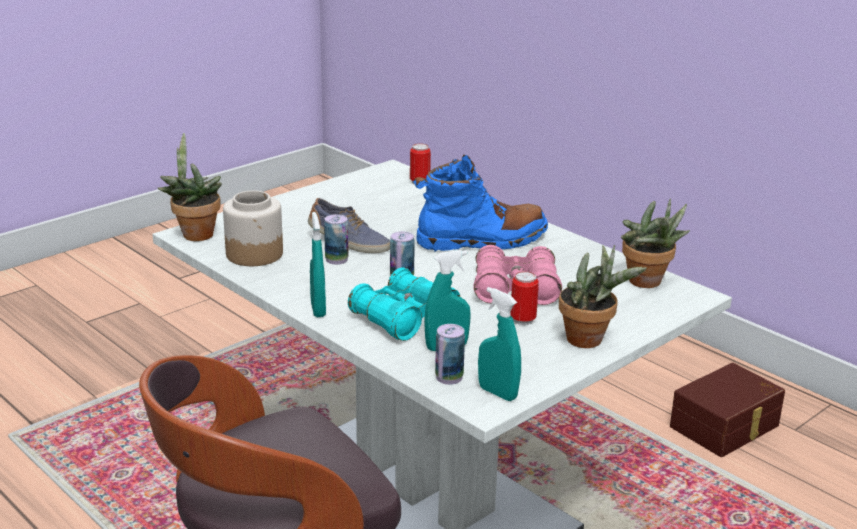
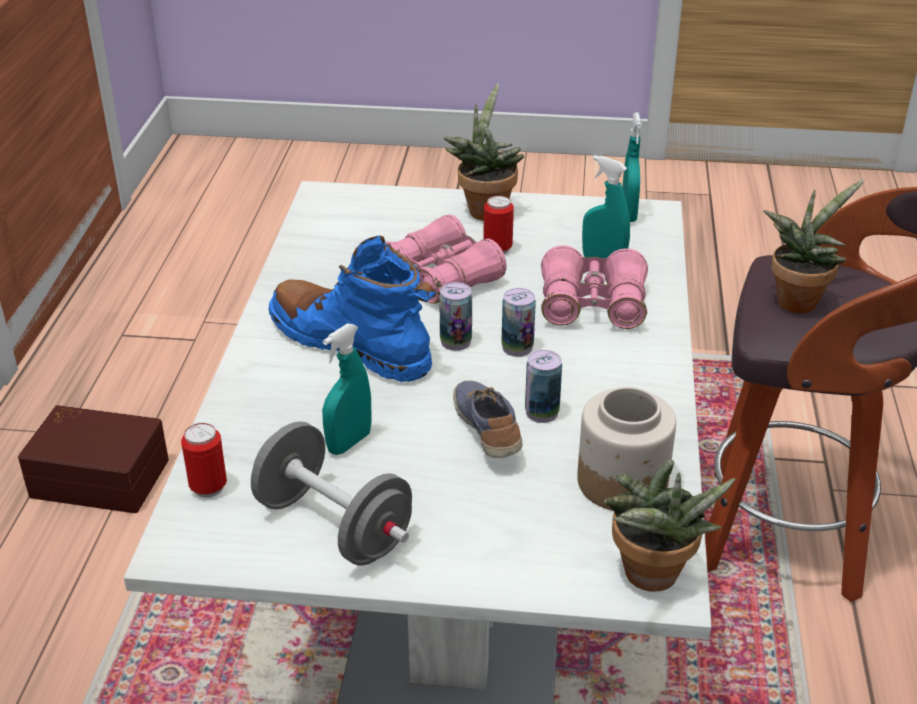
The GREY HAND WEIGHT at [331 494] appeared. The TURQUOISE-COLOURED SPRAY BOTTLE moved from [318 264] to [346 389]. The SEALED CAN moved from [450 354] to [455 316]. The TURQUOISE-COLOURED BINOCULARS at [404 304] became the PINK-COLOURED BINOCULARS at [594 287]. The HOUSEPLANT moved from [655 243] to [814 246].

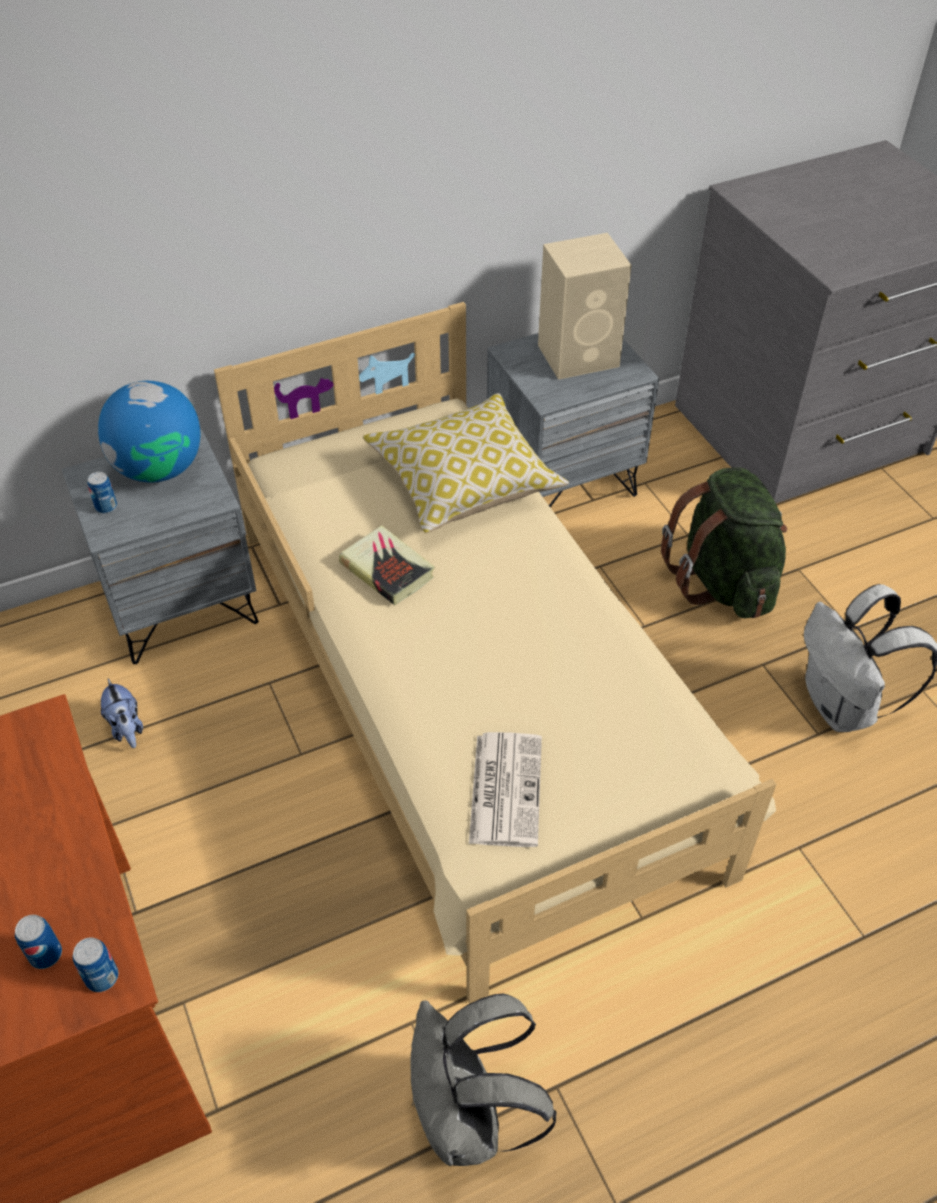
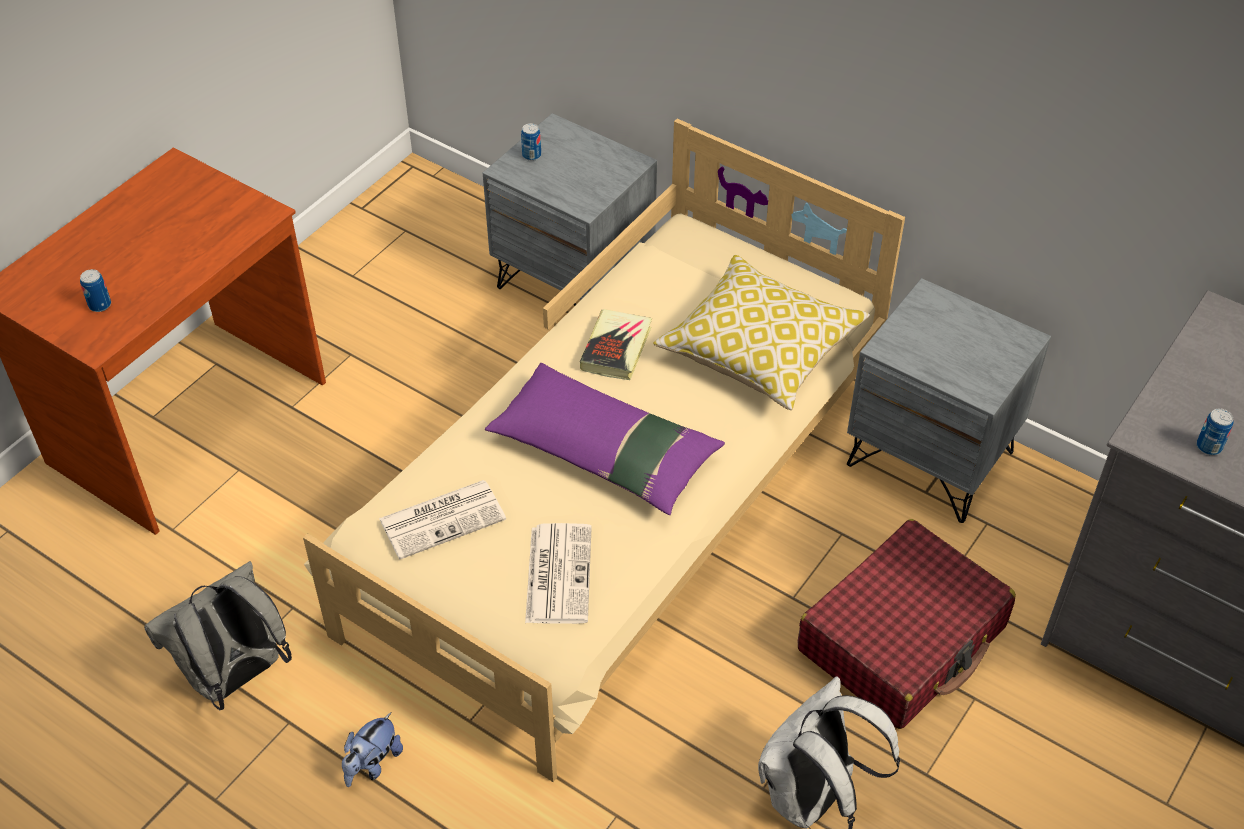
The SOFT TOY moved from [122 713] to [372 749]. The PURPLE-COLOURED CUSHION at [605 439] appeared. The DAILY PAPER at [558 573] appeared. The GREENISH BACKPACK at [724 543] was replaced by the RED-COLOURED SUITCASE at [907 624]. The SEALED CAN moved from [95 964] to [1215 431]. The GLOBE at [149 432] disappeared. The BEIGE-COLOURED AUDIO SPEAKER at [585 306] disappeared.

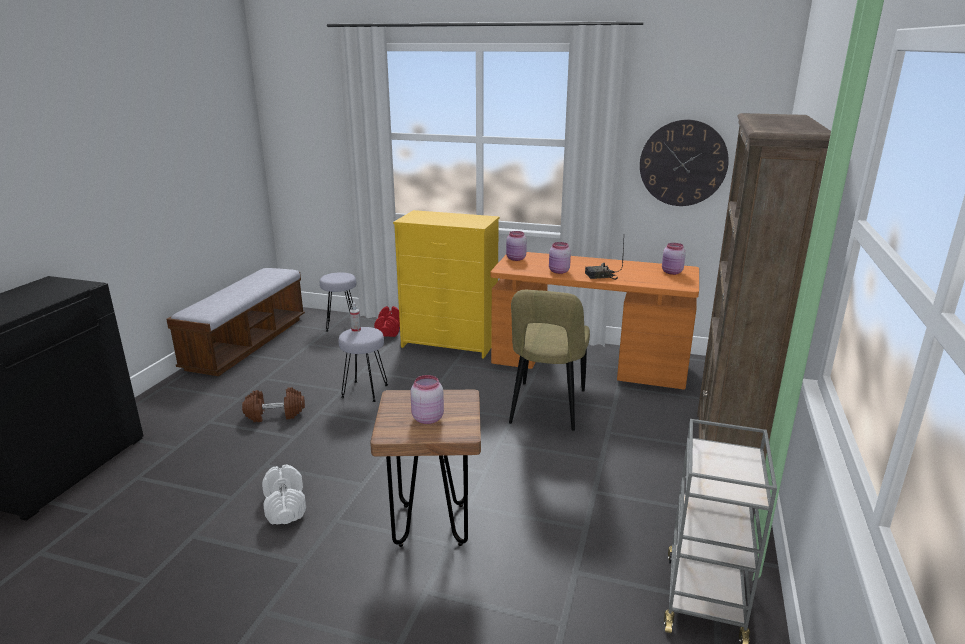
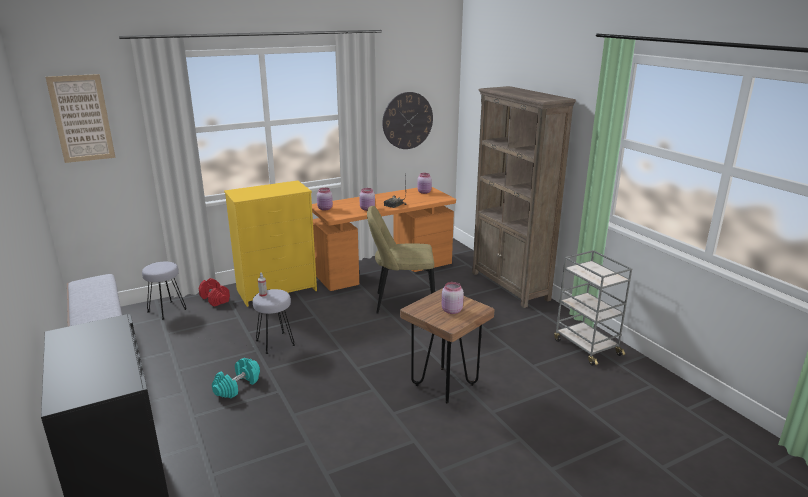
The PICTURE at [81 118] appeared. The BROWN HAND WEIGHT at [273 404] became the TURQUOISE-COLOURED HAND WEIGHT at [236 378]. The BEIGE-COLOURED UPRIGHT CHAIR at [549 360] turned 120 degrees clockwise. The WHITE-COLOURED HAND WEIGHT at [284 495] disappeared.

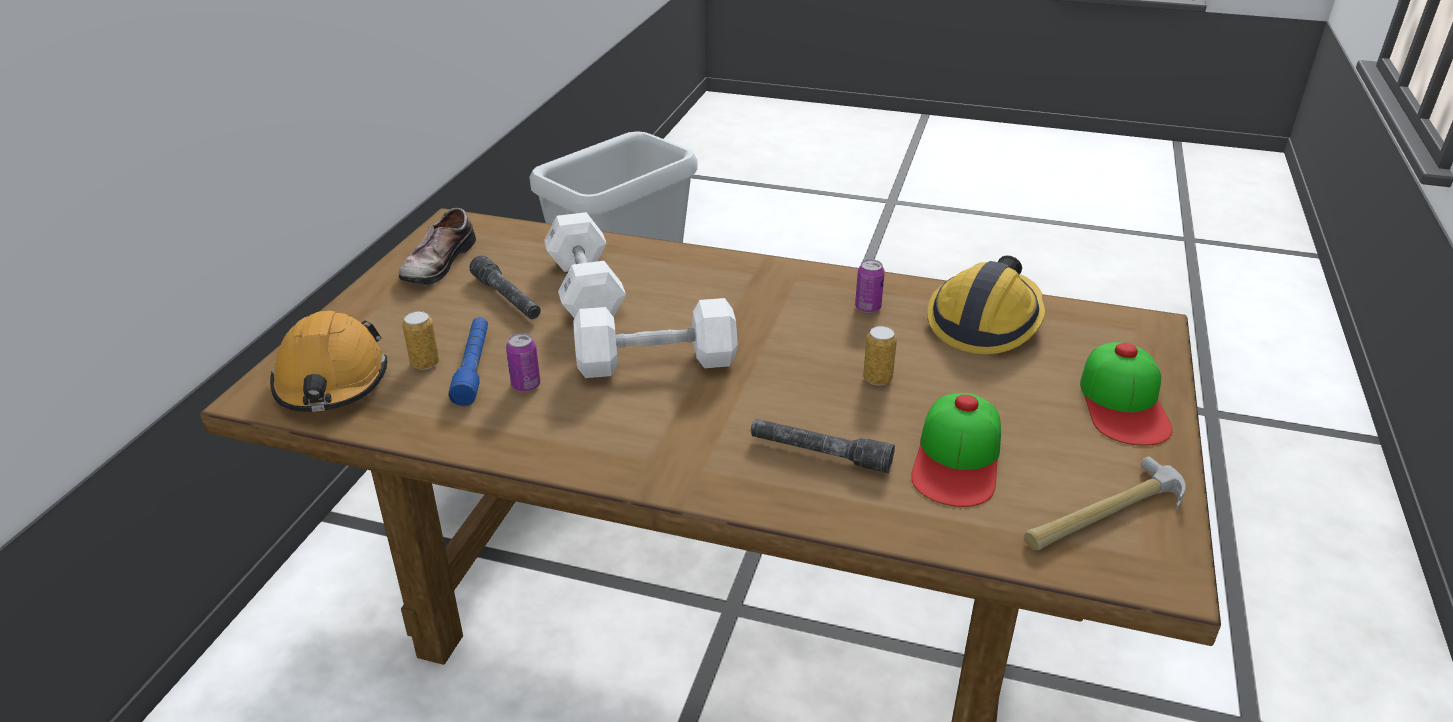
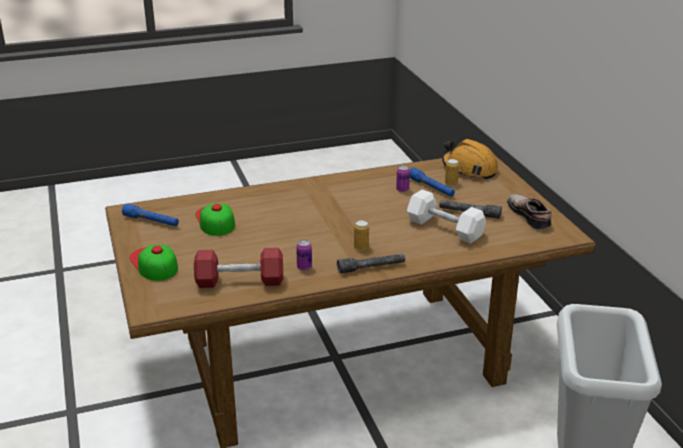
The TOOL HAMMER at [1105 503] was replaced by the BLUE-COLOURED HAND TORCH at [150 214]. The WORK HELMET at [986 304] was replaced by the RED-COLOURED HAND WEIGHT at [238 268]. The GREY HAND TORCH moved from [823 446] to [371 264]. The SEALED CAN moved from [880 355] to [361 235]. The WHITE-COLOURED HAND WEIGHT at [655 338] disappeared.

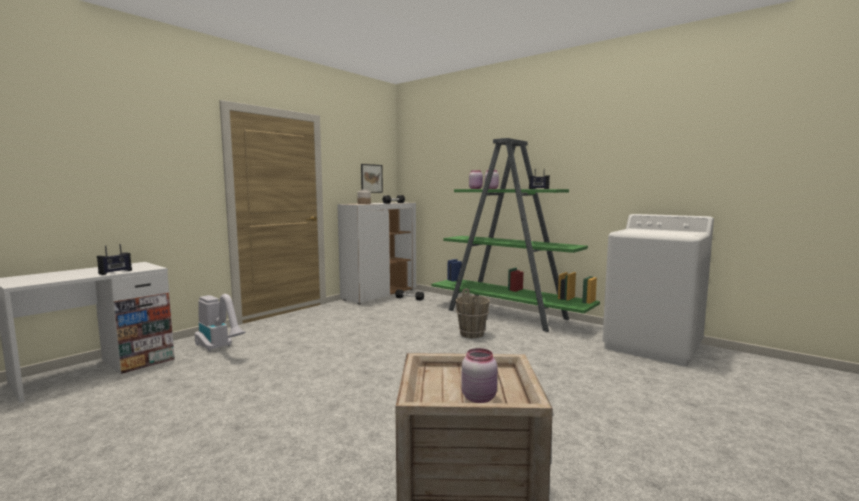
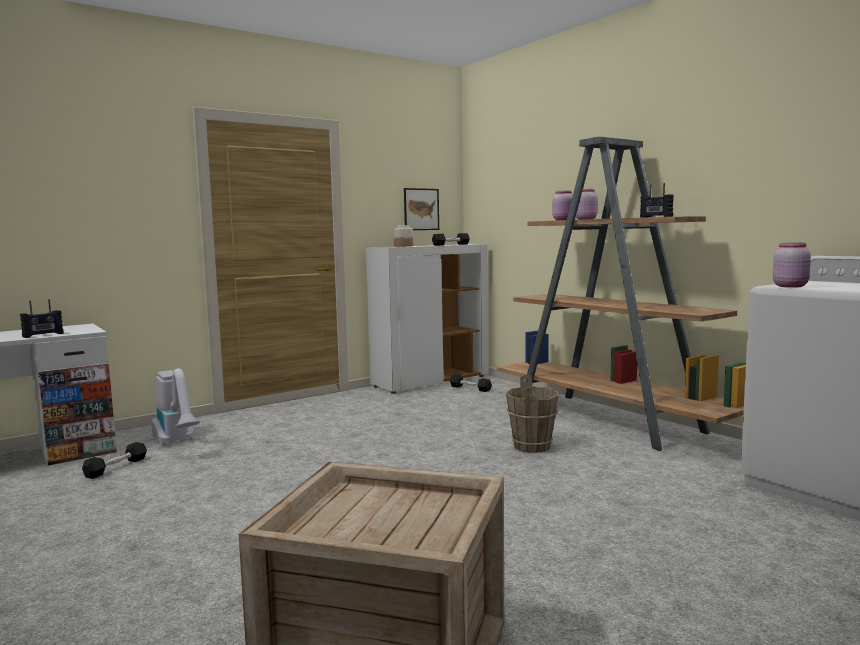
The BLACK HAND WEIGHT at [114 460] appeared. The GREENISH BOOKSHELF at [516 235] became the BROWN BOOKSHELF at [621 293]. The PINK-COLOURED PRESERVE JAR moved from [479 375] to [792 265].

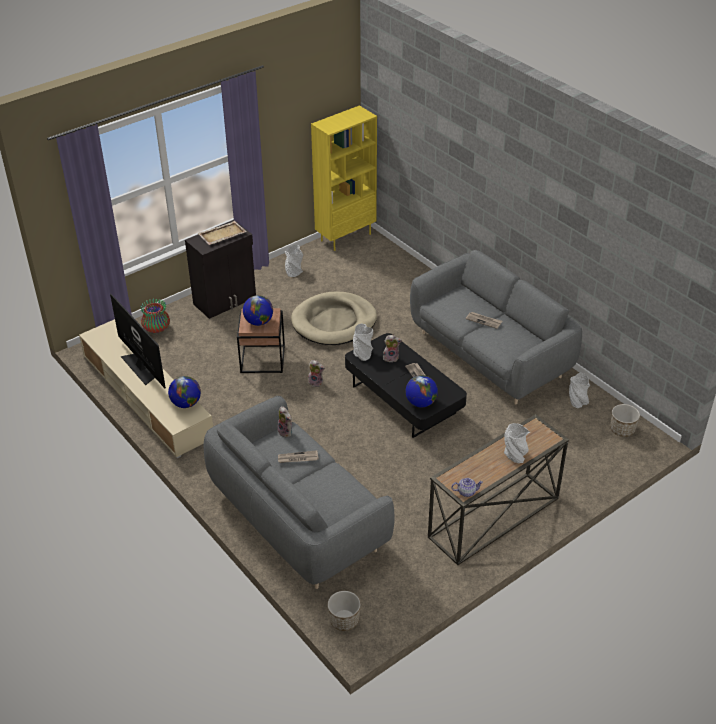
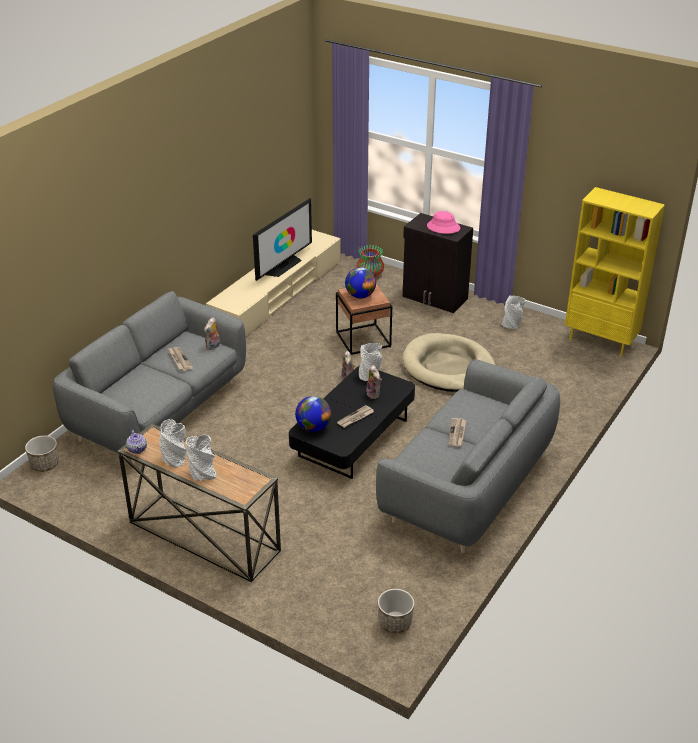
The GREY DECORATIVE VASE moved from [579 390] to [173 443]. The BEIGE-COLOURED SERVING TRAY at [222 233] was replaced by the PINK-COLOURED WEARABLE HAT at [443 222]. The GLOBE at [184 392] disappeared.

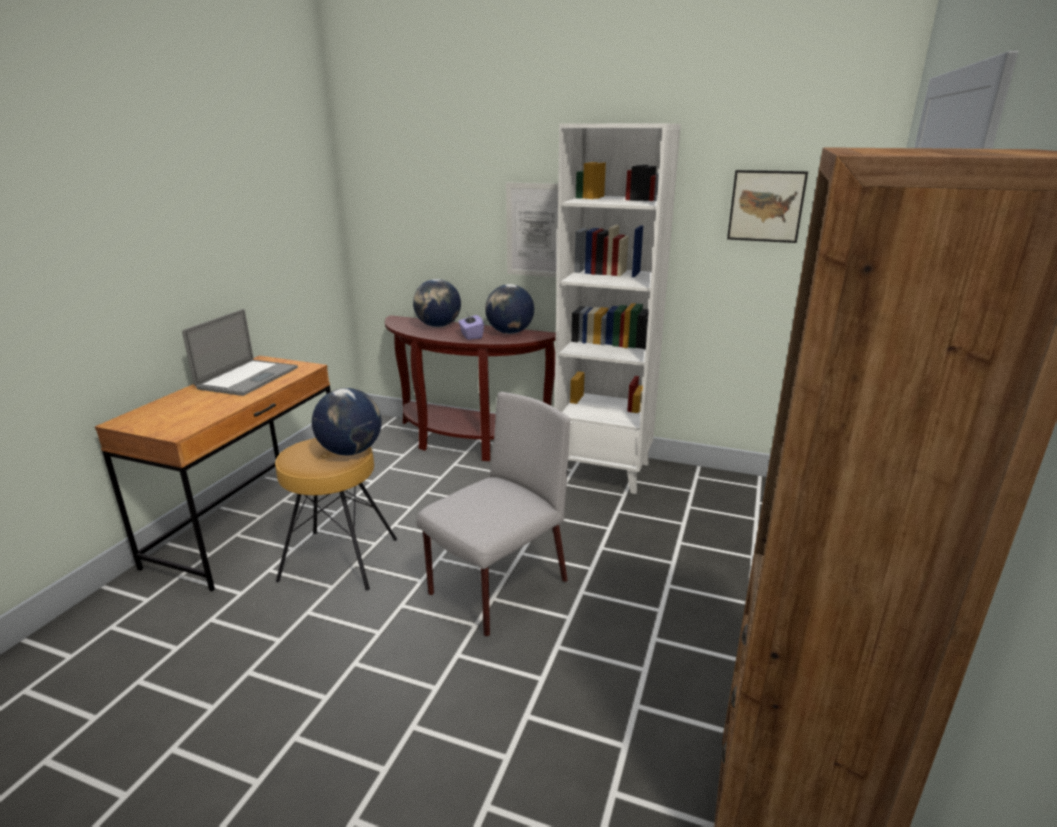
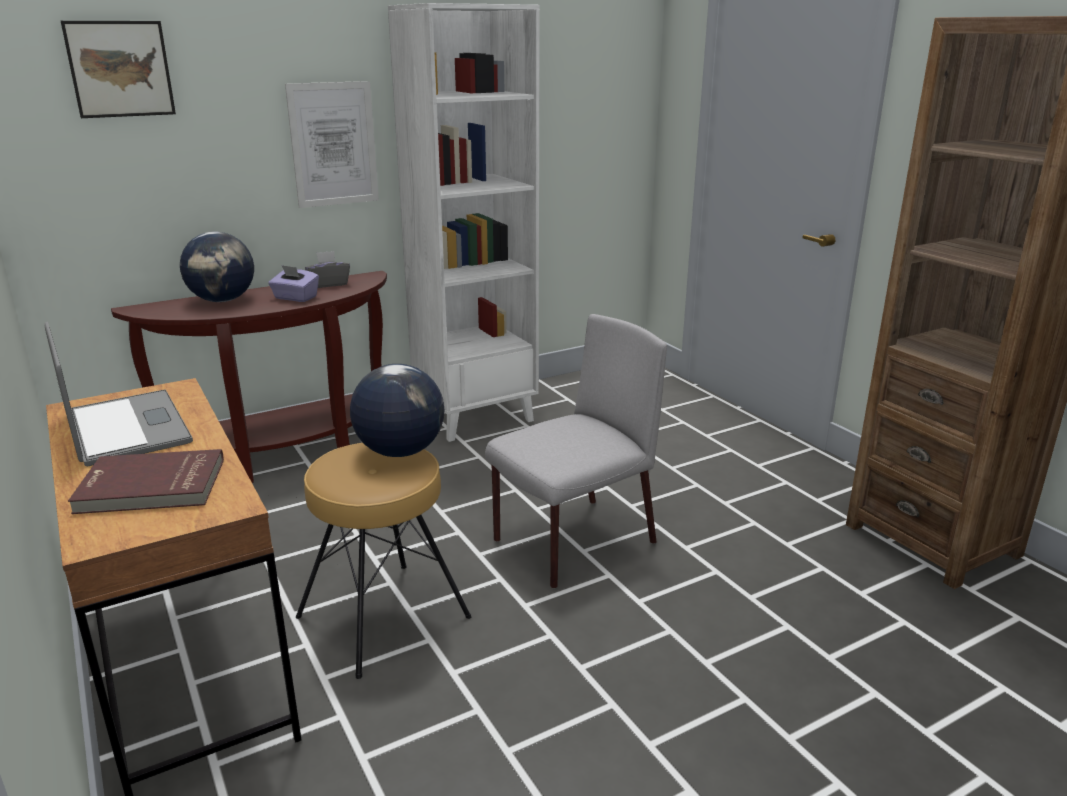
The PICTURE moved from [767 206] to [118 69]. The RED-COLOURED VOLUME at [146 481] appeared. The GLOBE at [509 309] was replaced by the GREY BOX OF TISSUES at [327 269]. The GREY UPRIGHT CHAIR at [493 514] turned 60 degrees clockwise.

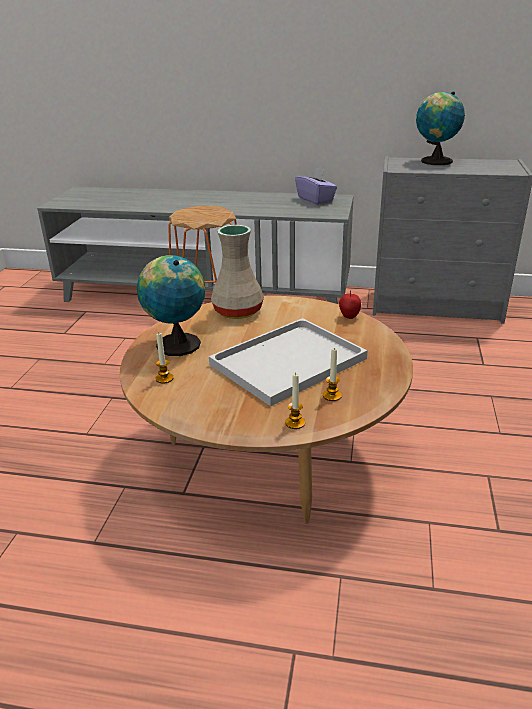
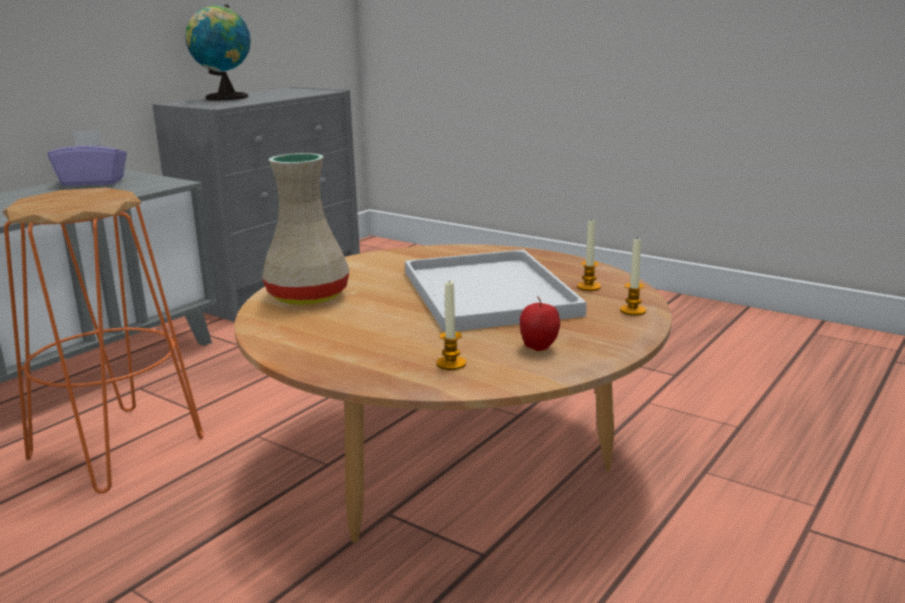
The APPLE FRUIT moved from [350 304] to [540 323]. The GLOBE at [171 305] disappeared.

